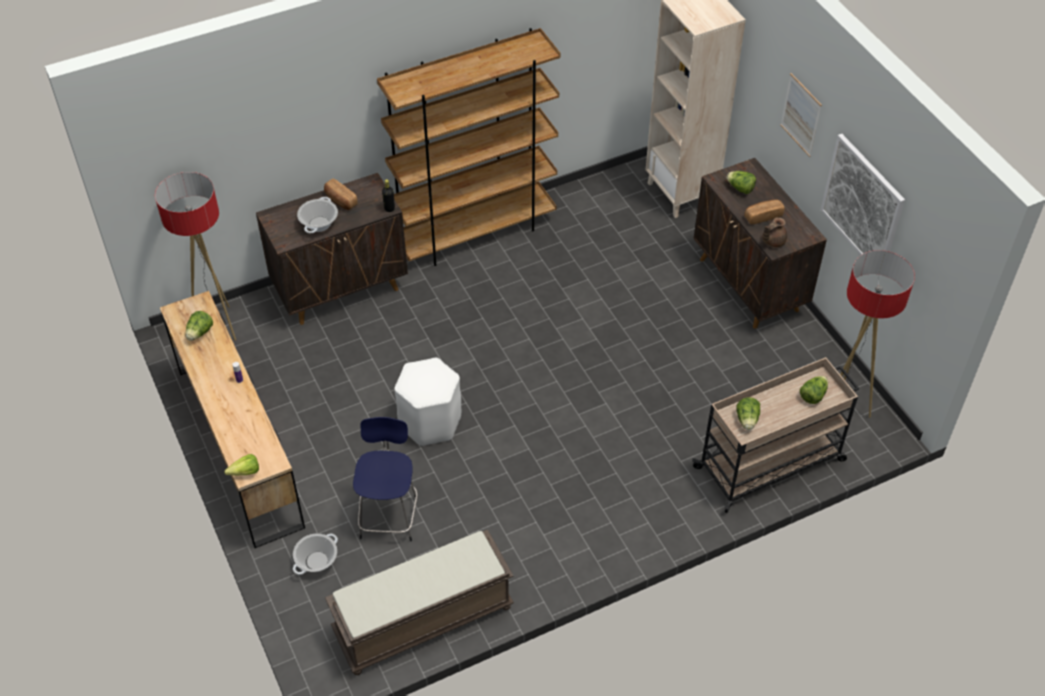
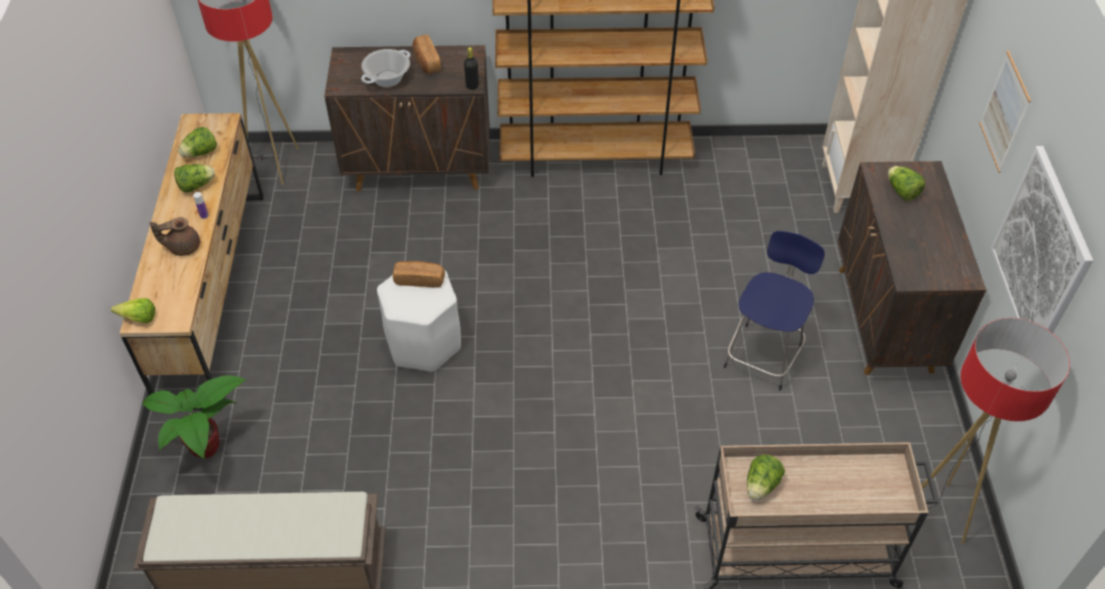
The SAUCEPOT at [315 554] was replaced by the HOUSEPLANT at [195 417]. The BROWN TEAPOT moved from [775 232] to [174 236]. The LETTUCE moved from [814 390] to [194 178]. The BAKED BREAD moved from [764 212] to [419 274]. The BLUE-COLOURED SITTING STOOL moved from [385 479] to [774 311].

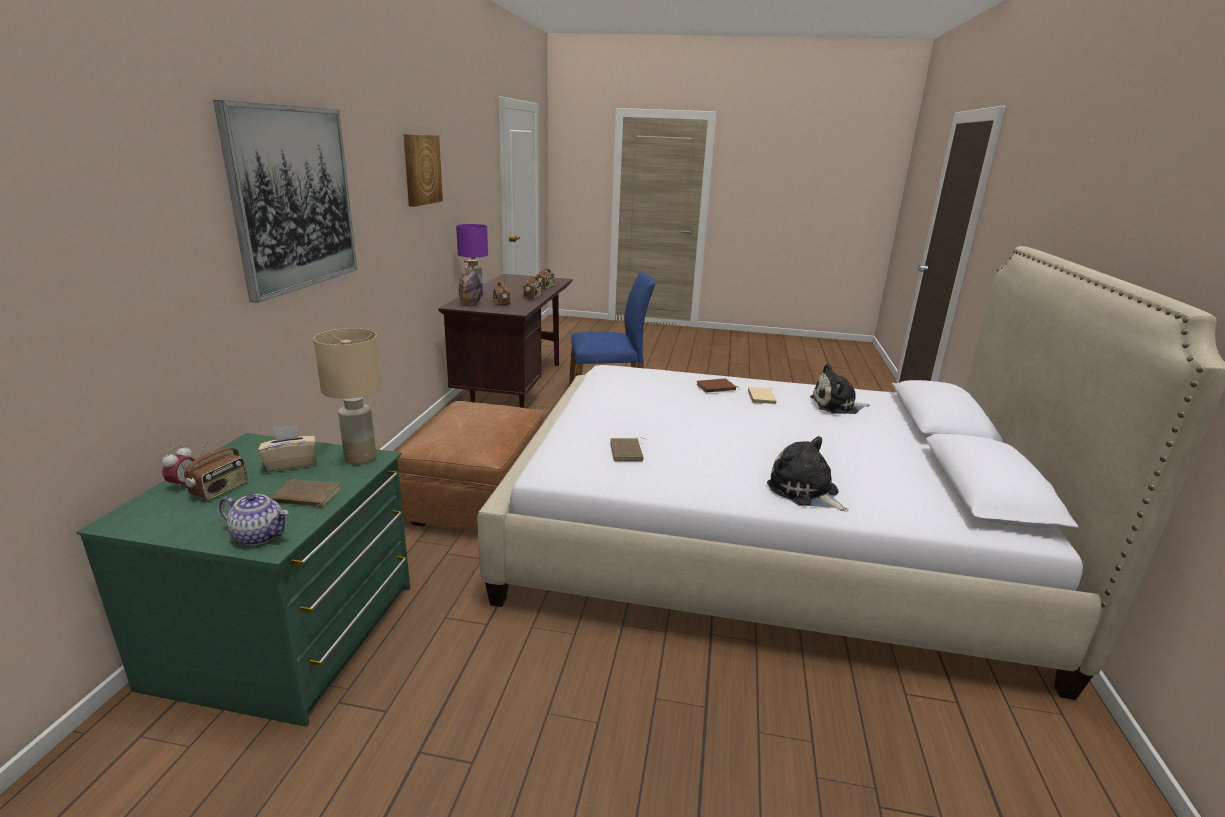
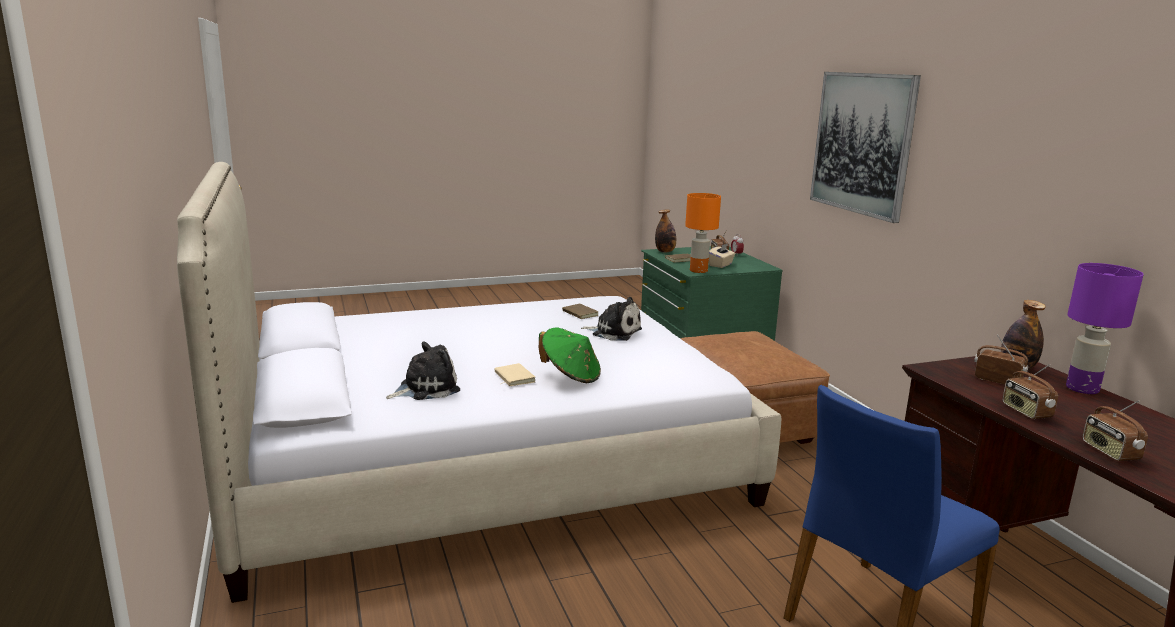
The BROWN VOLUME at [718 385] was replaced by the GREENISH WEARABLE HAT at [570 355]. The SOFT TOY moved from [808 473] to [611 319]. The TEAPOT at [254 520] was replaced by the BOTTLE at [665 230]. The BEIGE-COLOURED LAMP FOR A TABLE at [347 396] became the ORANGEY LAMP FOR A TABLE at [703 233]. The PICTURE at [423 170] disappeared.

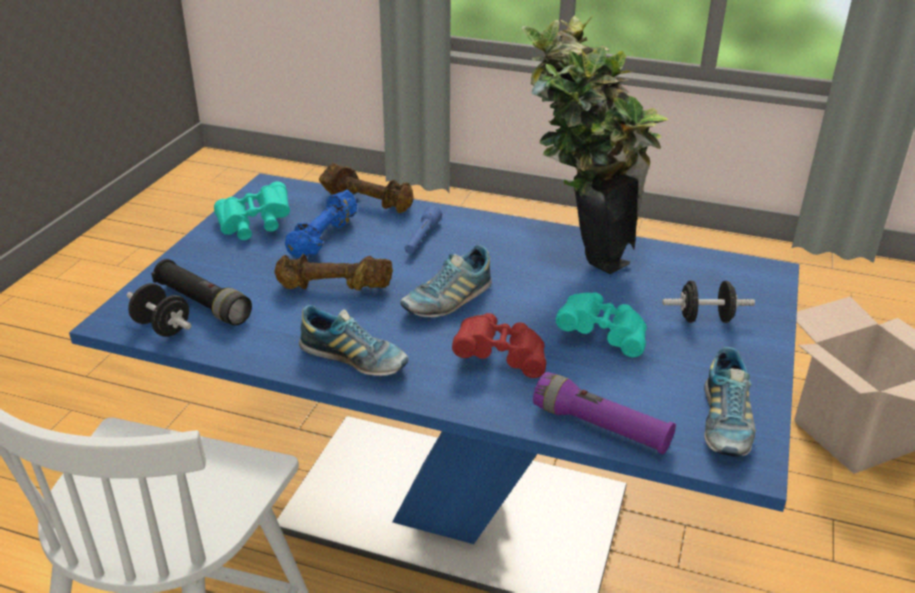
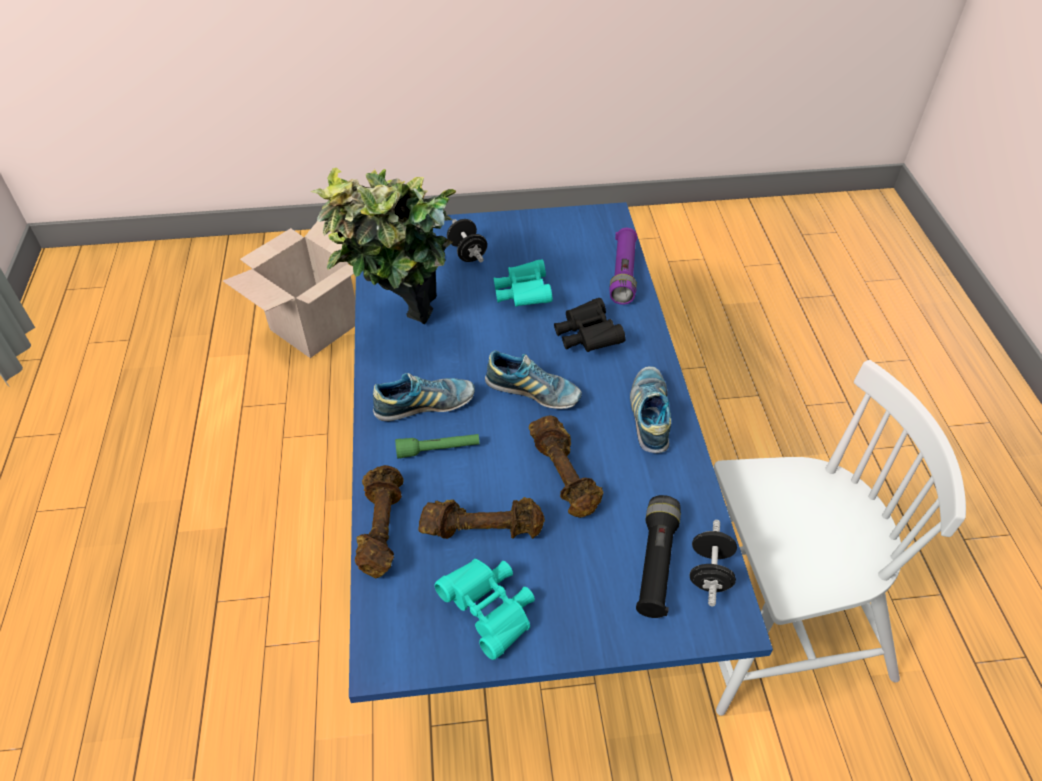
The LOW SHOE moved from [730 402] to [424 397]. The BLUE-COLOURED HAND TORCH at [423 230] became the GREENISH HAND TORCH at [437 446]. The BLUE-COLOURED HAND WEIGHT at [321 224] became the BROWN HAND WEIGHT at [481 518]. The RED-COLOURED BINOCULARS at [499 345] became the BLACK BINOCULARS at [590 325].

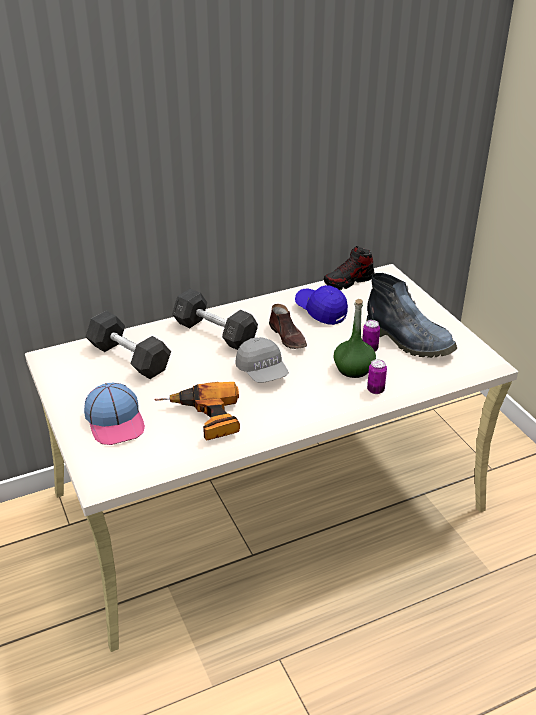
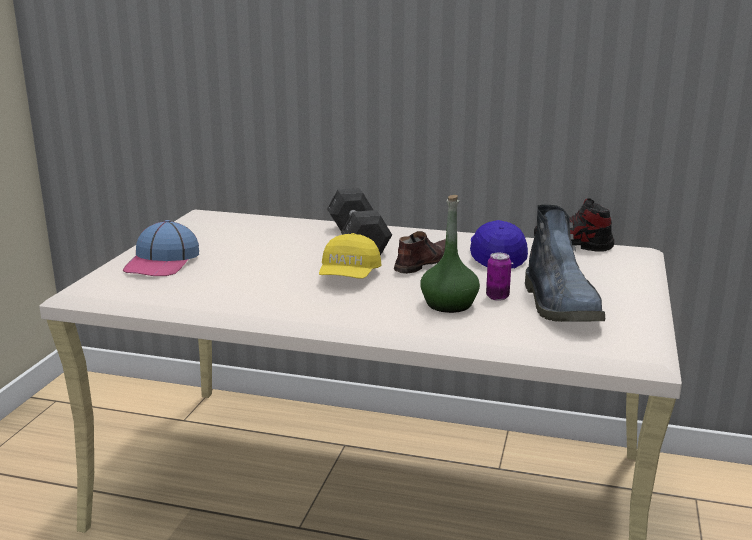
The GREY BASEBALL CAP at [262 360] became the YELLOW BASEBALL CAP at [350 256]. The BROWN LOW SHOE at [288 326] turned 150 degrees counterclockwise. The GREY HAND WEIGHT at [128 345] disappeared. The DRILL at [197 411] disappeared. The SEALED CAN at [377 376] disappeared.

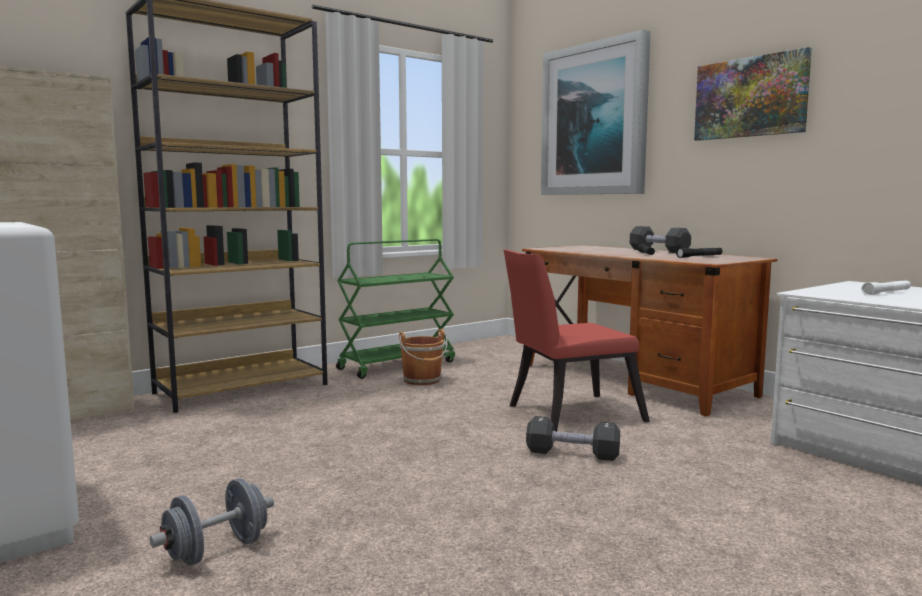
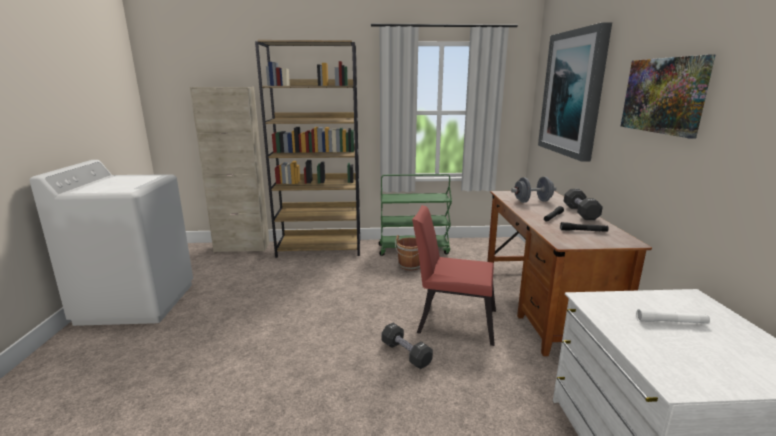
The GREY HAND WEIGHT moved from [212 522] to [534 190].

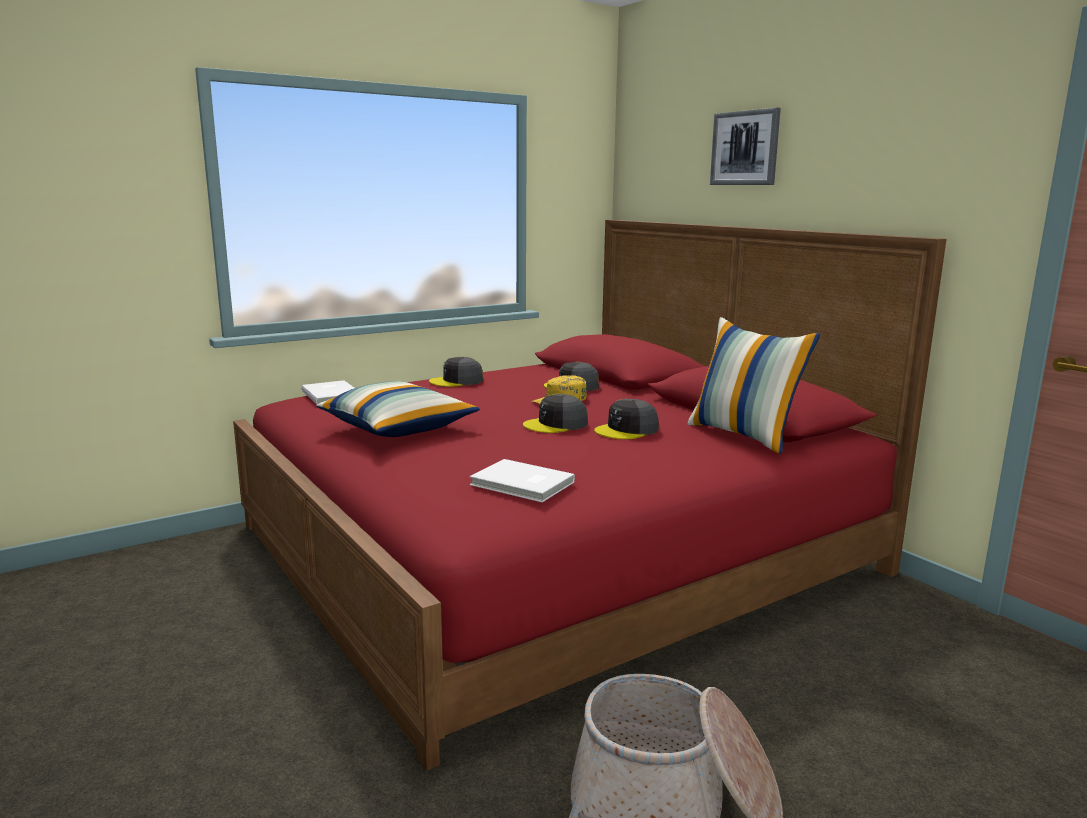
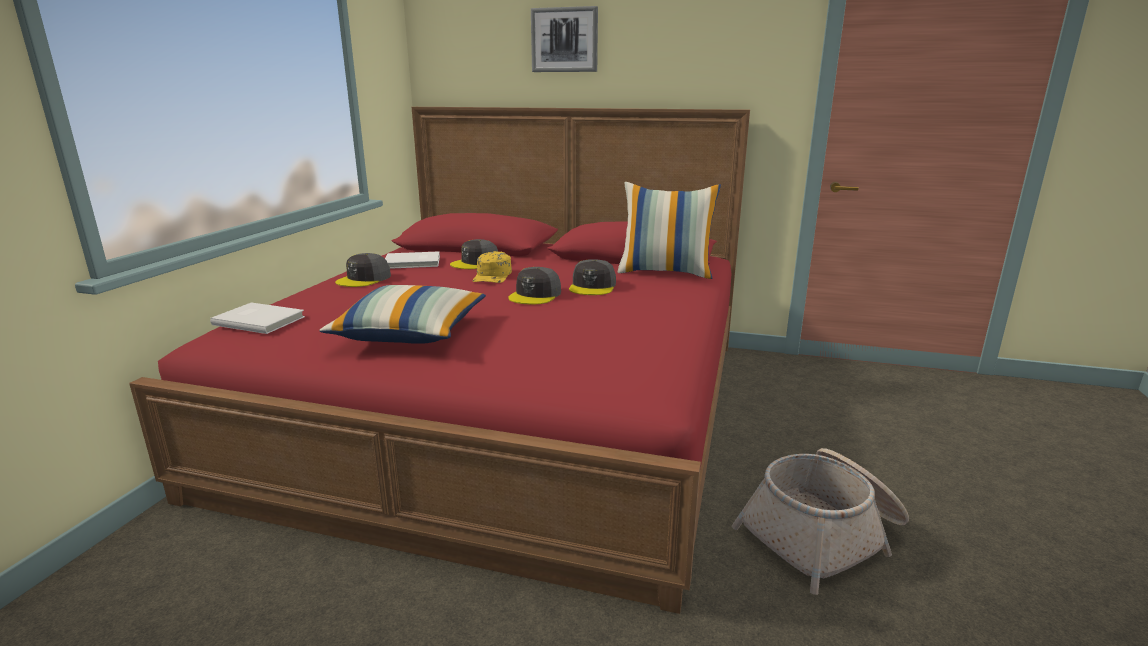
The WHITE-COLOURED VOLUME moved from [522 480] to [412 260].

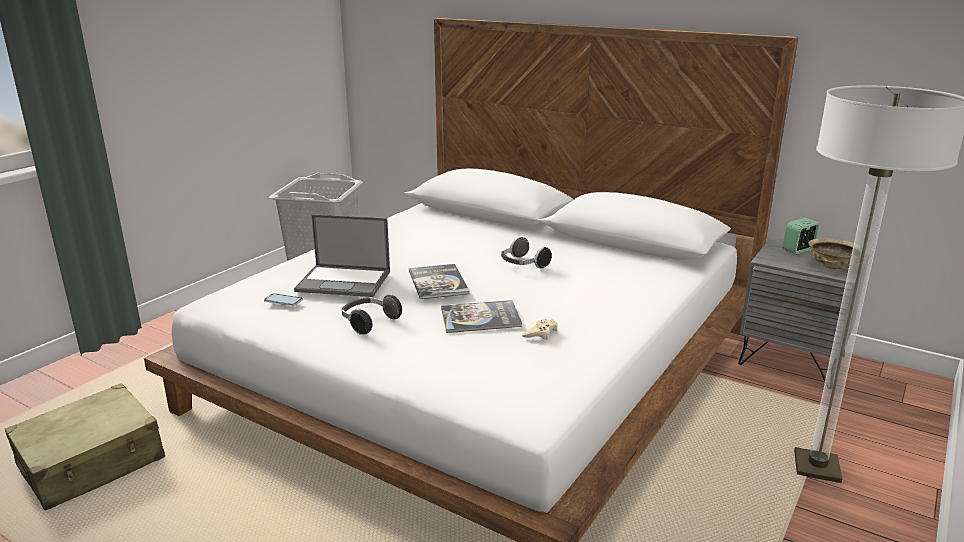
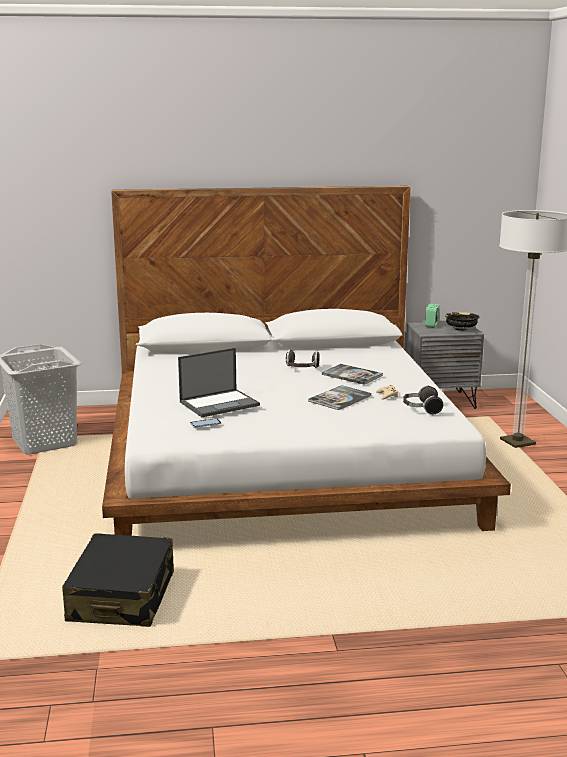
The BEIGE-COLOURED SUITCASE at [85 447] became the BLACK SUITCASE at [118 580]. The VOLUME moved from [439 281] to [352 374]. The PAIR OF HEADPHONES moved from [372 314] to [423 400]. The BEIGE-COLOURED DEEP DISH at [831 254] became the BLACK DEEP DISH at [462 321].

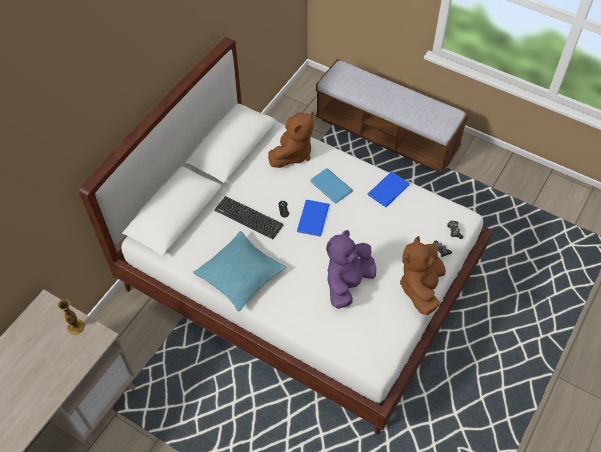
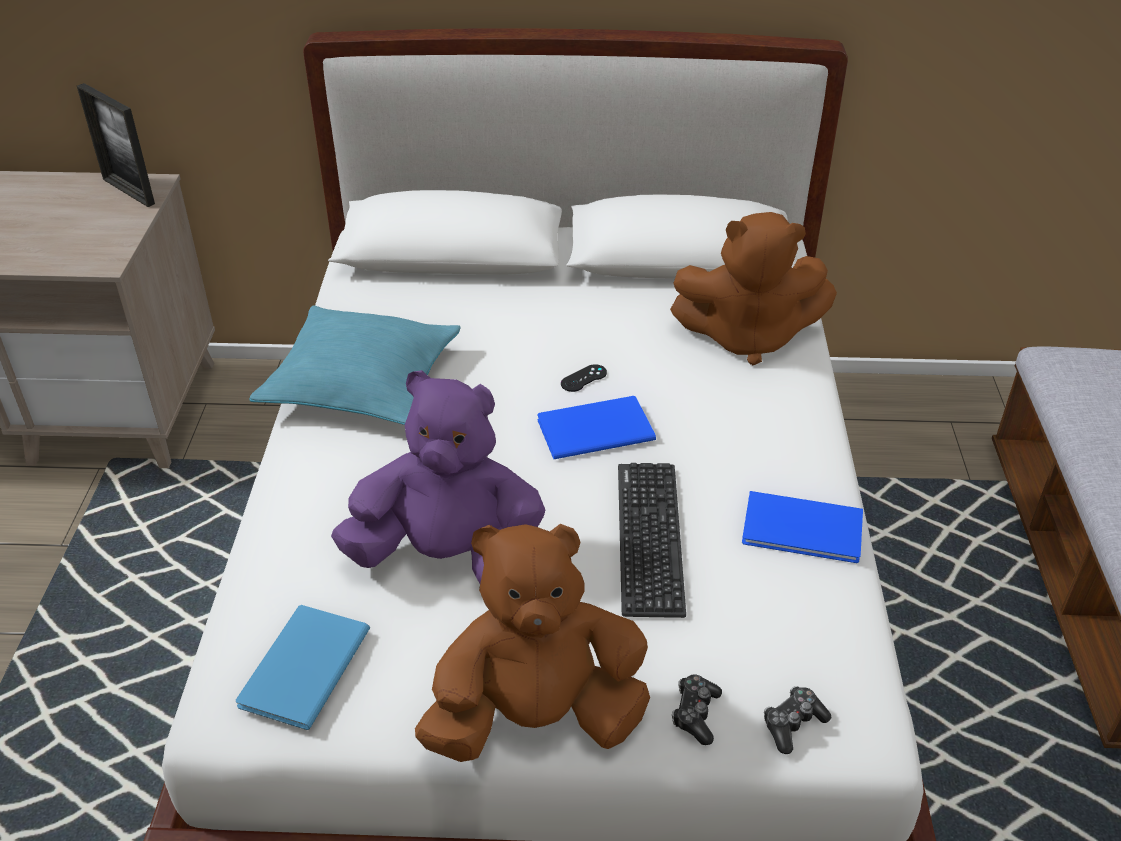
The STANDING FRAME at [116 145] appeared. The BLUE-COLOURED VOLUME moved from [332 186] to [303 667]. The KEYBOARD moved from [248 217] to [652 540]. The DECORATIVE VASE at [71 317] disappeared.

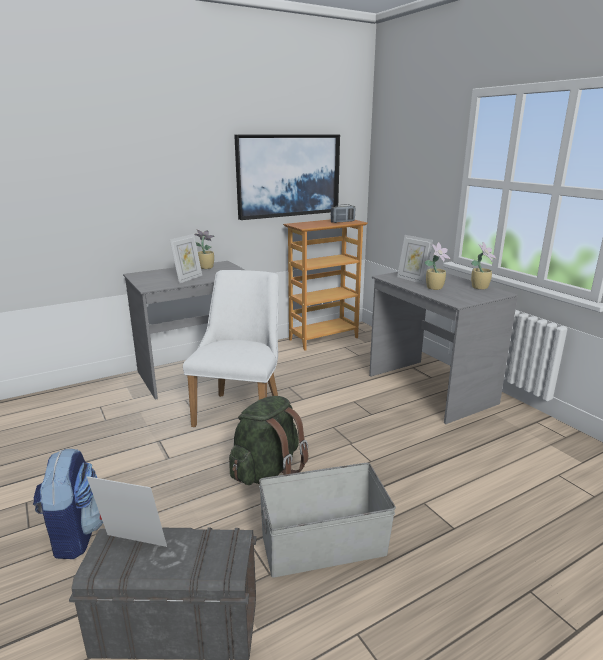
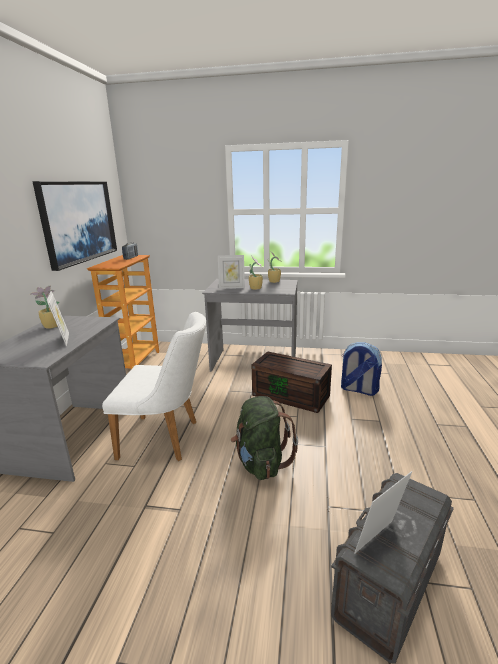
The WHITE-COLOURED UPRIGHT CHAIR at [230 348] turned 135 degrees clockwise. The BROWN STORAGE CONTAINER at [292 382] appeared. The BACKPACK moved from [68 504] to [361 369]. The GREY STORAGE CONTAINER at [327 520] disappeared.

